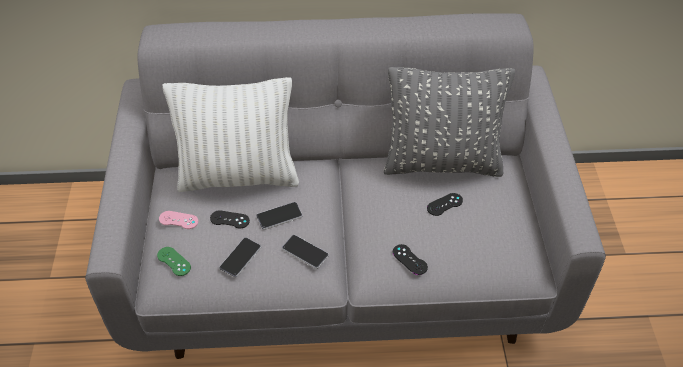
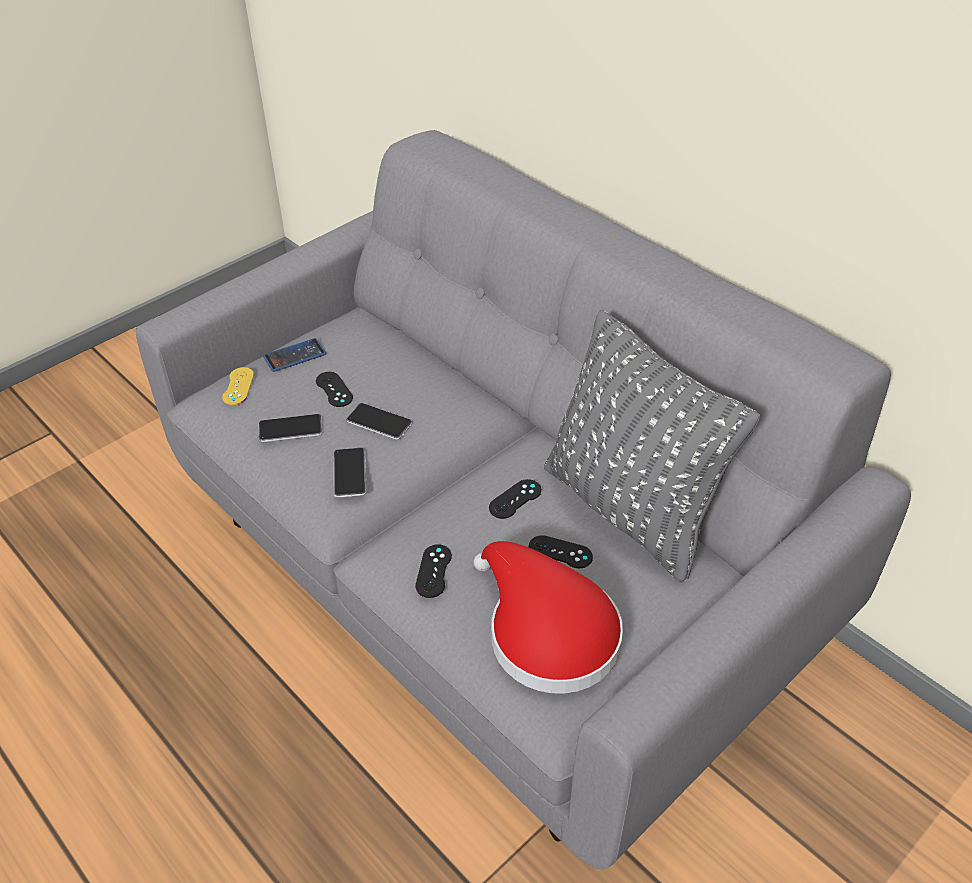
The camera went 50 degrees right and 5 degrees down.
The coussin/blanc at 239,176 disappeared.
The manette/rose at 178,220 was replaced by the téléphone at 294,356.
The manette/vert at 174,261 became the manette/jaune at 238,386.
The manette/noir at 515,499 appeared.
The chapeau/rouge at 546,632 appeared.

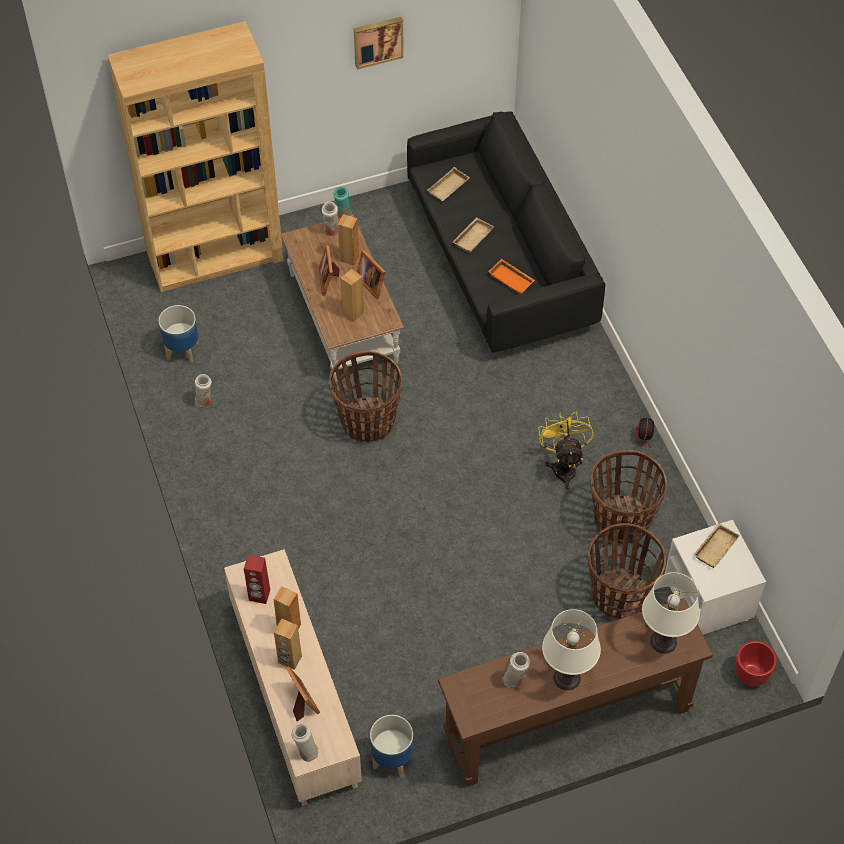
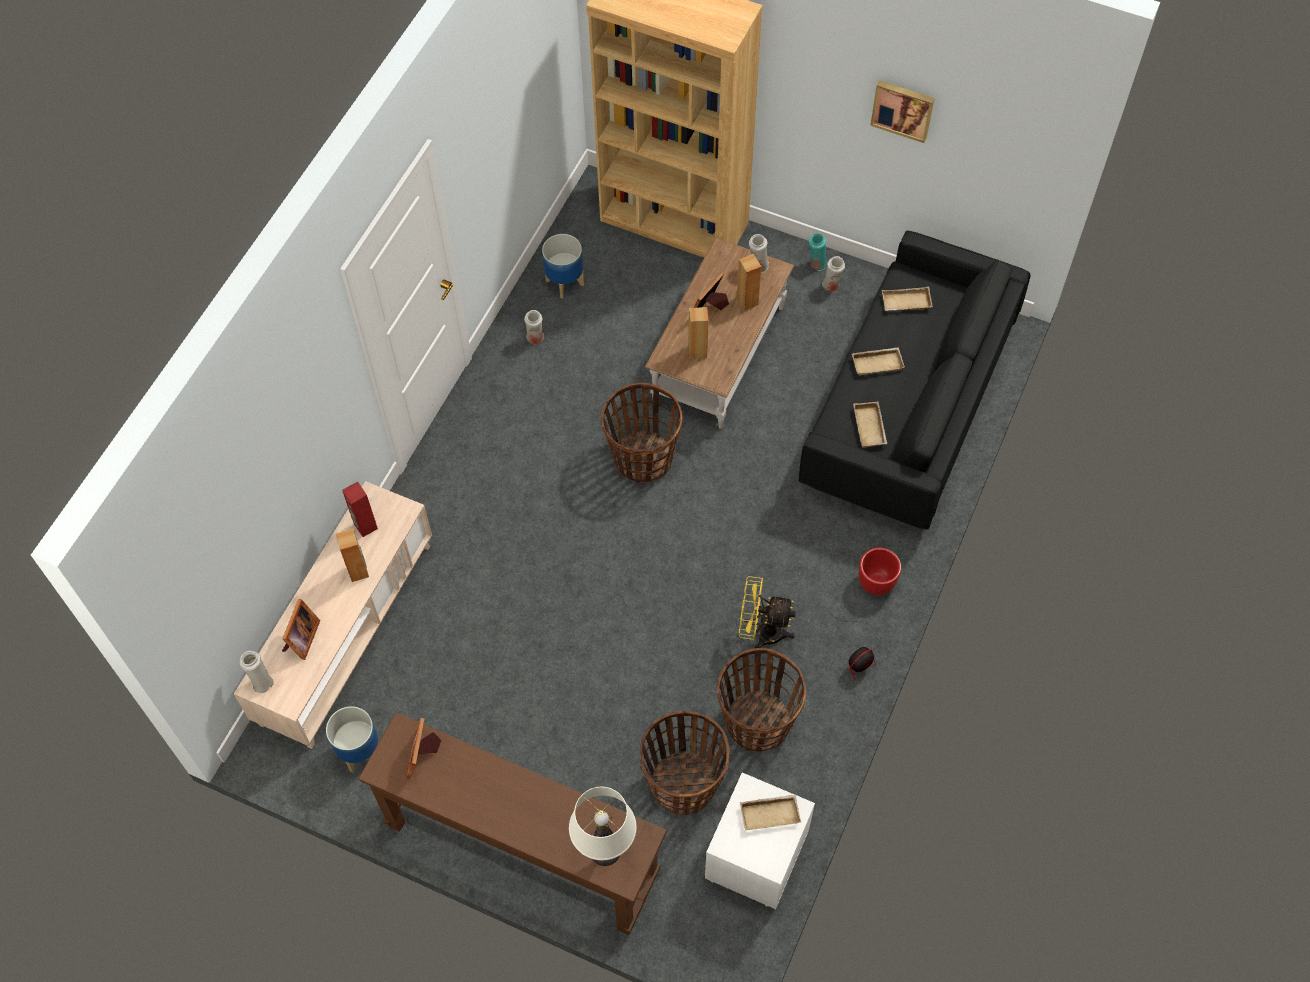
The camera went 45 degrees right and 5 degrees up.
The cadre photo moved from 372,283 to 422,755.
The plateau/orange at 512,279 became the plateau/beige at 871,427.
The ventilateur/jaune at 564,466 turned 120 degrees counterclockwise.
The lampe de table/blanc at 567,678 disappeared.
The enceinte/marron at 290,659 disappeared.
The cache-pot/rouge moved from 751,674 to 877,582.
The vase/blanc moved from 515,680 to 832,286.

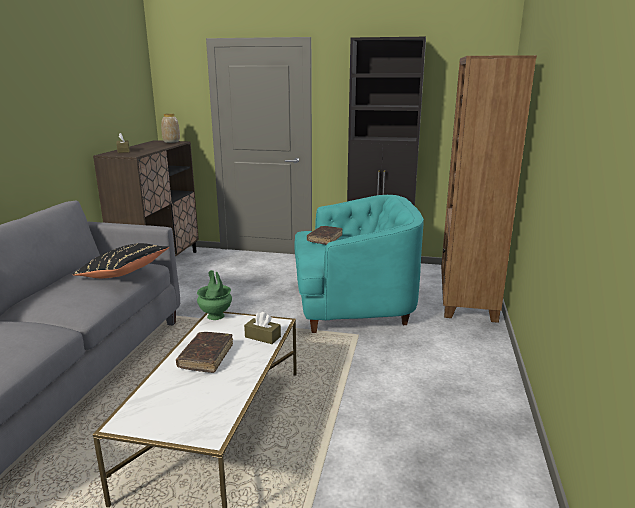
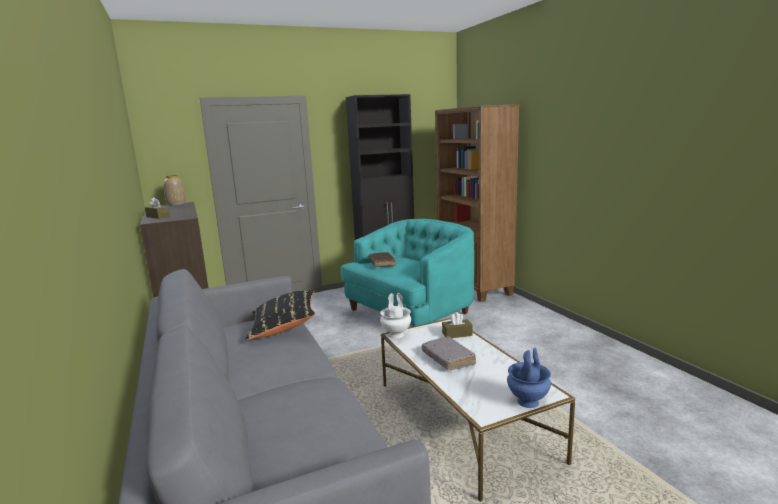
The camera went 35 degrees left and 5 degrees down.
The vase/vert at 216,316 became the vase/blanc at 396,335.
The livre/marron at 206,357 became the livre/gris at 448,358.
The vase/bleu at 527,402 appeared.

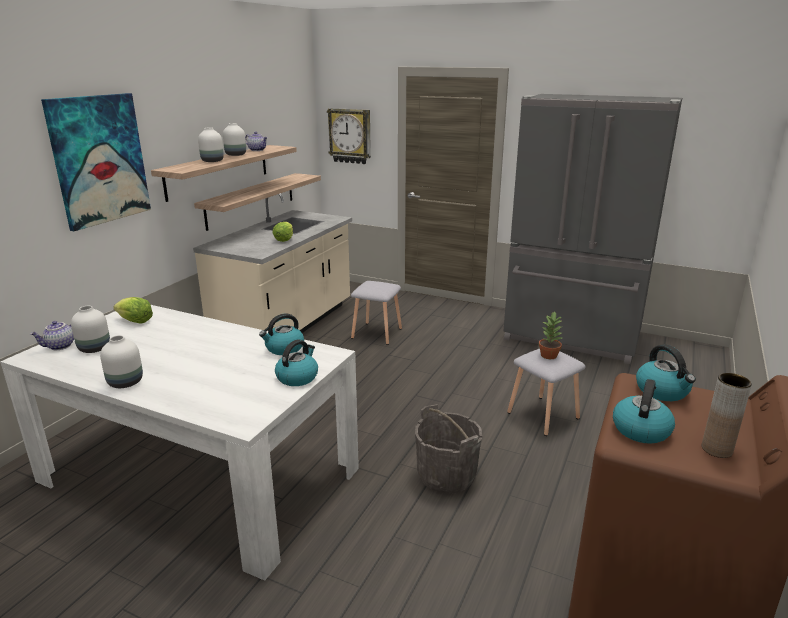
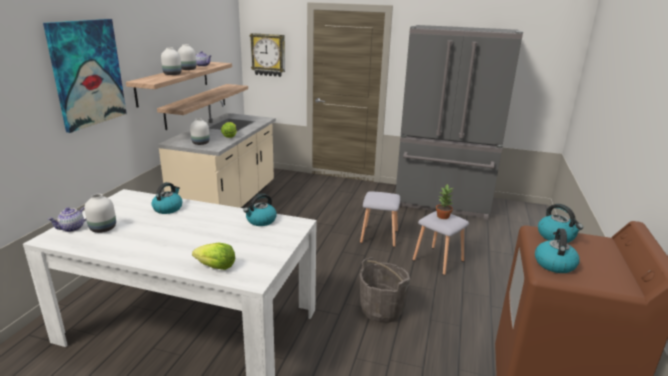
The camera went 10 degrees left and 0 degrees up.
The tabouret/gris moved from 376,333 to 378,236.
The laitue moved from 135,321 to 216,267.
The vase/blanc moved from 126,382 to 201,143.
The bouilloire moved from 297,377 to 168,208.
The vase/marron at 716,449 disappeared.

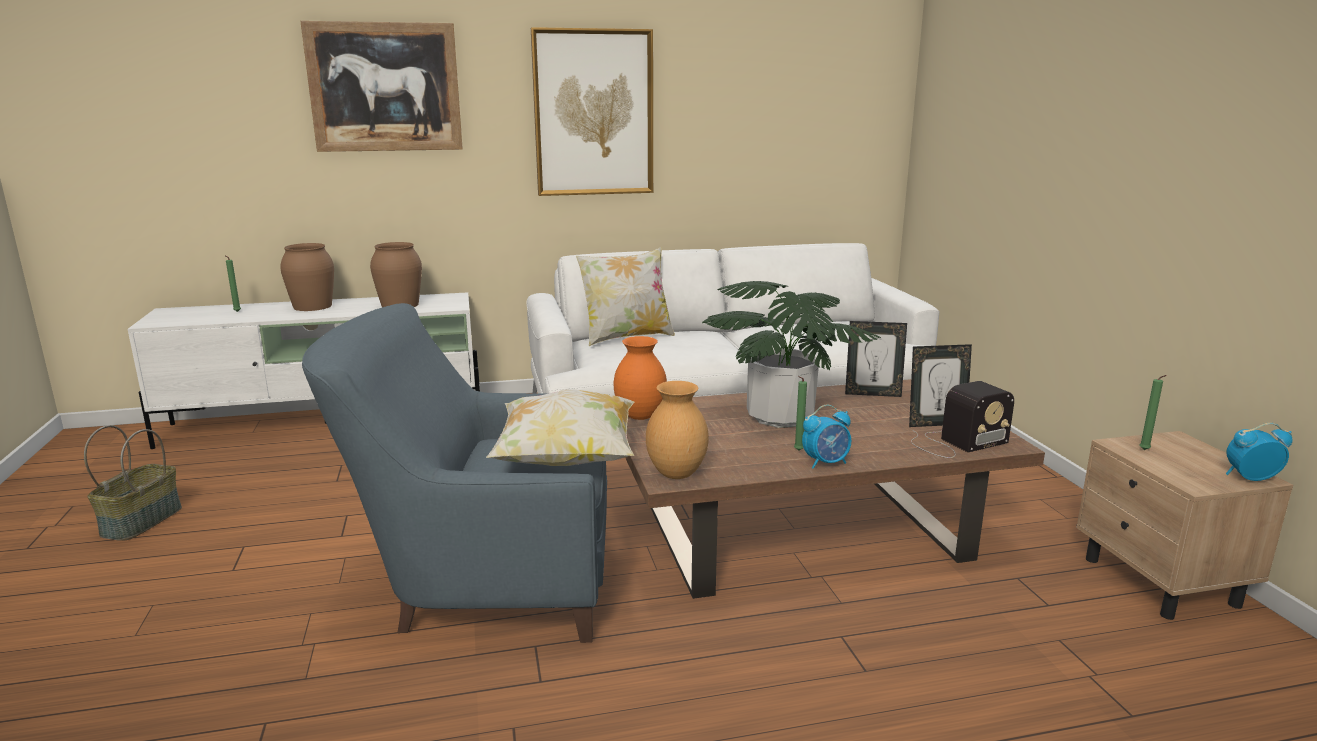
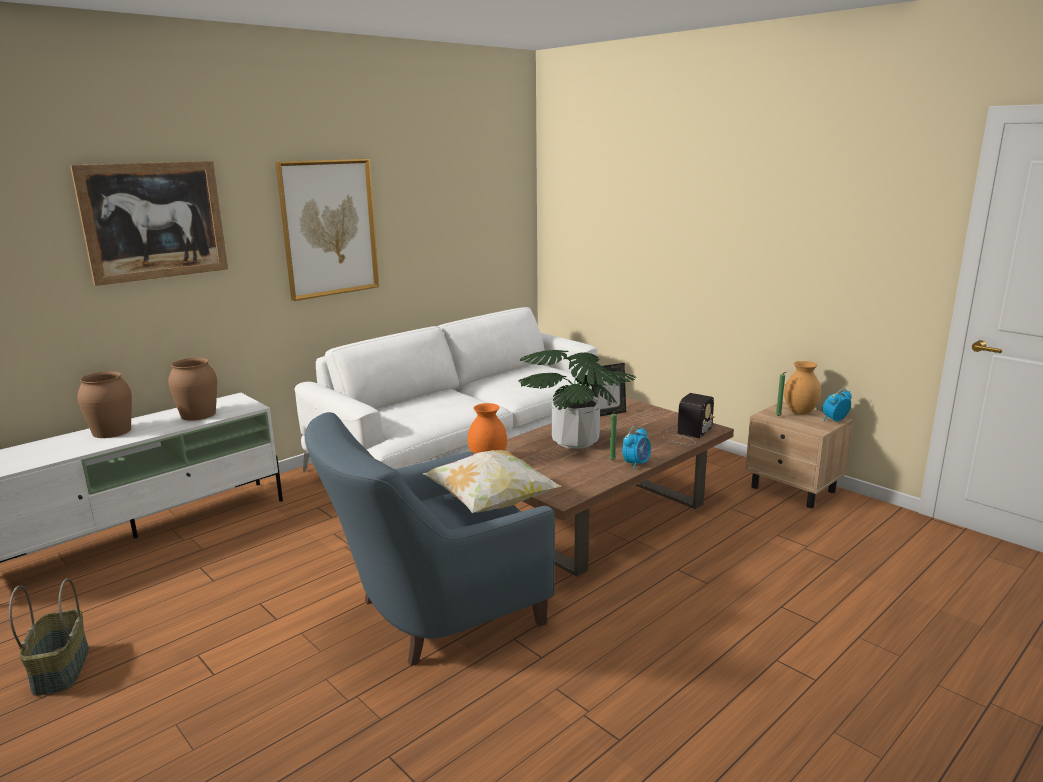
The camera went 30 degrees left and 0 degrees up.
The coussin at 626,337 disappeared.
The bougie/vert at 236,312 disappeared.
The cadre photo at 935,423 disappeared.
The vase/marron moved from 677,474 to 800,412.

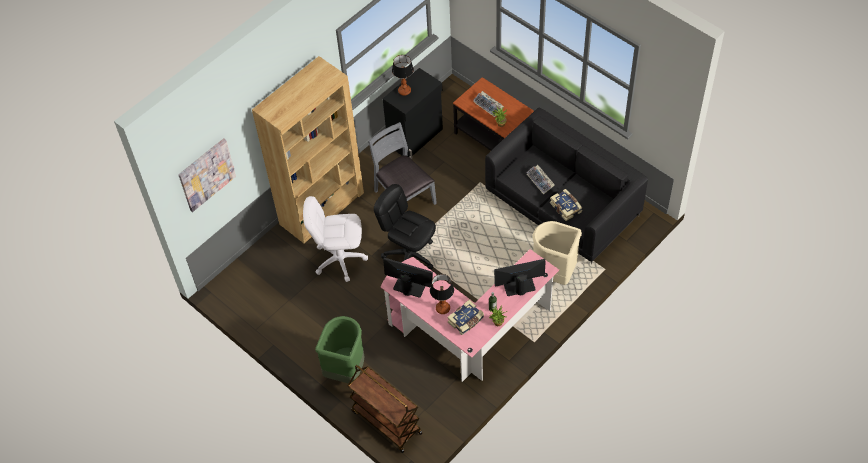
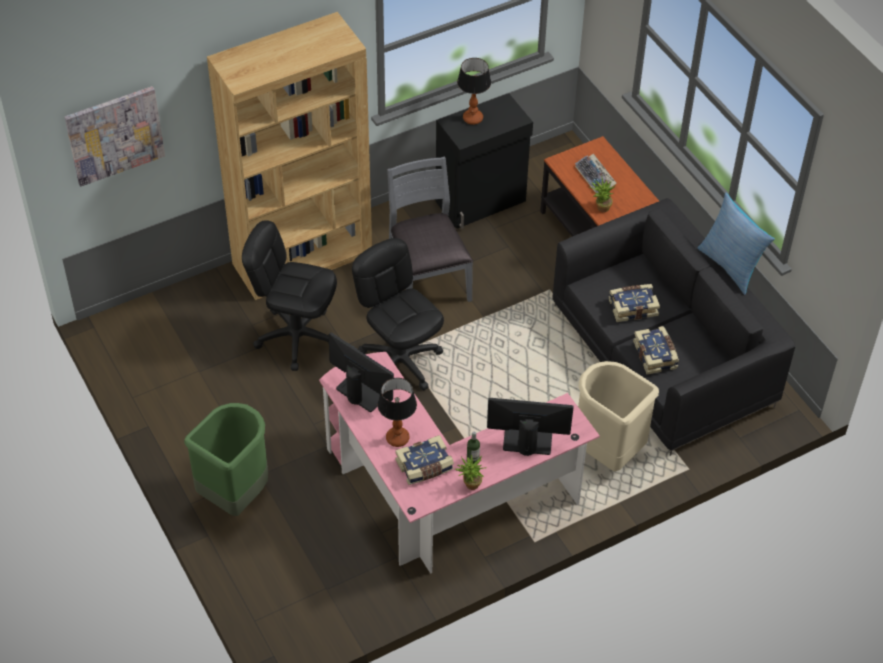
The camera went 15 degrees right and 5 degrees down.
The clavier at 540,181 was replaced by the livre at 632,307.
The chaise de bureau/blanc at 340,259 became the chaise de bureau/noir at 297,337.
The chariot/marron at 386,422 disappeared.
The coussin at 730,266 appeared.

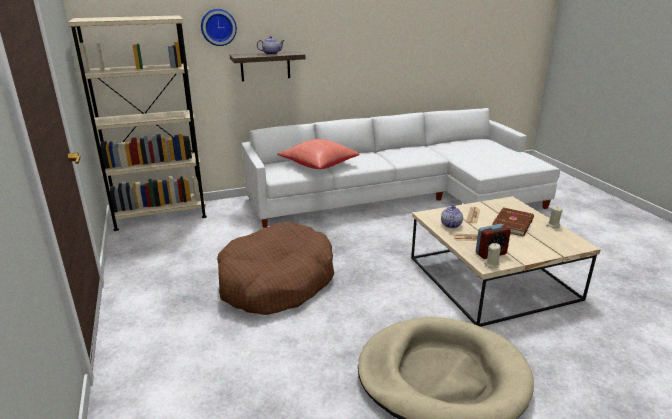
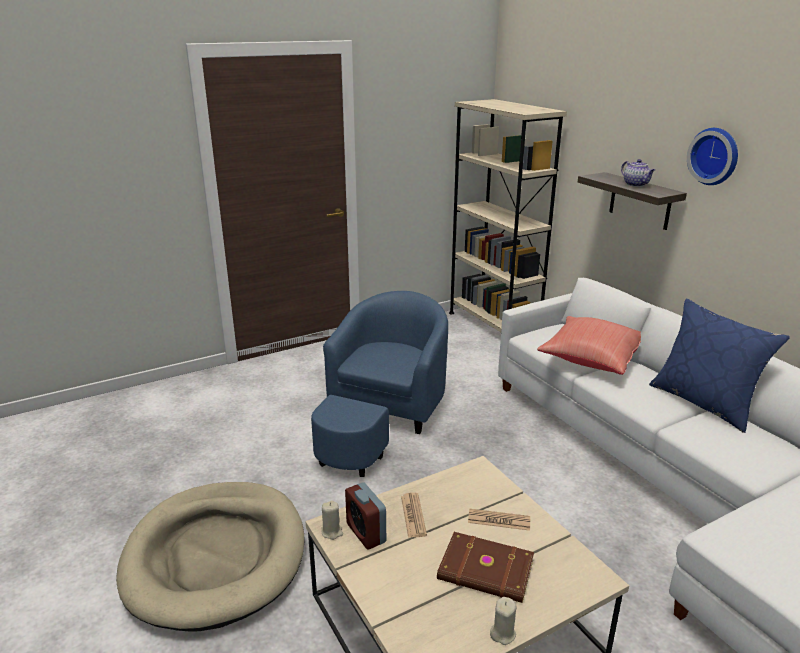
The camera went 80 degrees right and 0 degrees up.
The horloge murale moved from 218,27 to 715,156.
The théière at 450,225 disappeared.
The panier pour chien/marron at 276,282 was replaced by the fauteuil/bleu at 383,418.
The coussin/bleu at 704,402 appeared.

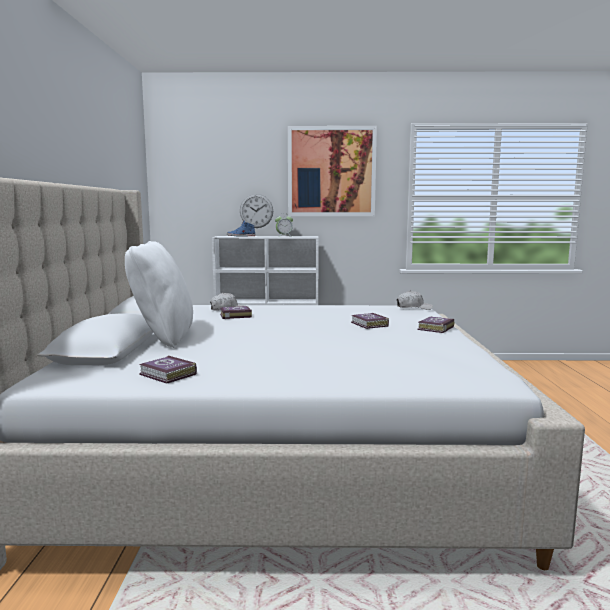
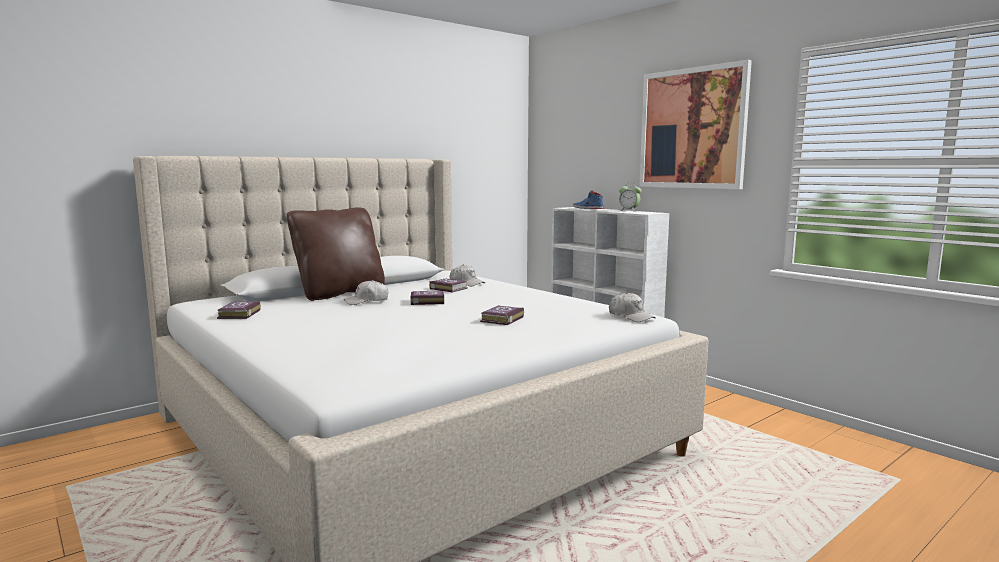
The camera went 50 degrees right and 0 degrees up.
The horloge murale at 256,211 disappeared.
The coussin/blanc at 163,337 became the coussin/marron at 340,293.
The livre moved from 434,328 to 426,301.
The casquette/blanc at 367,301 appeared.

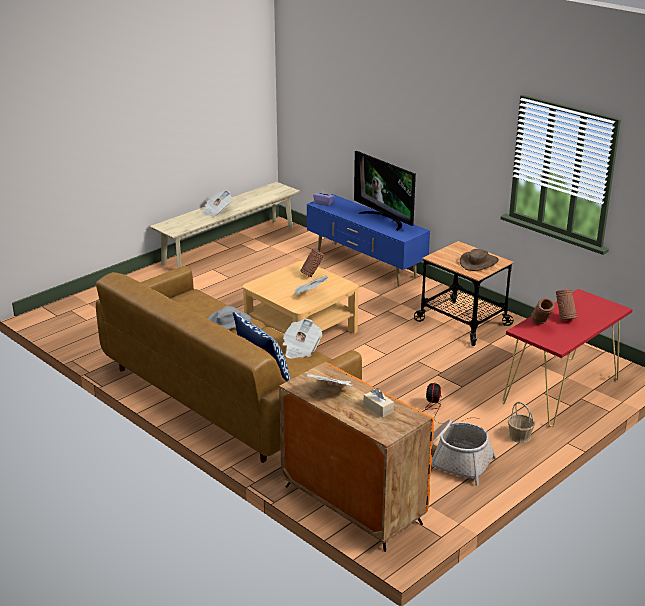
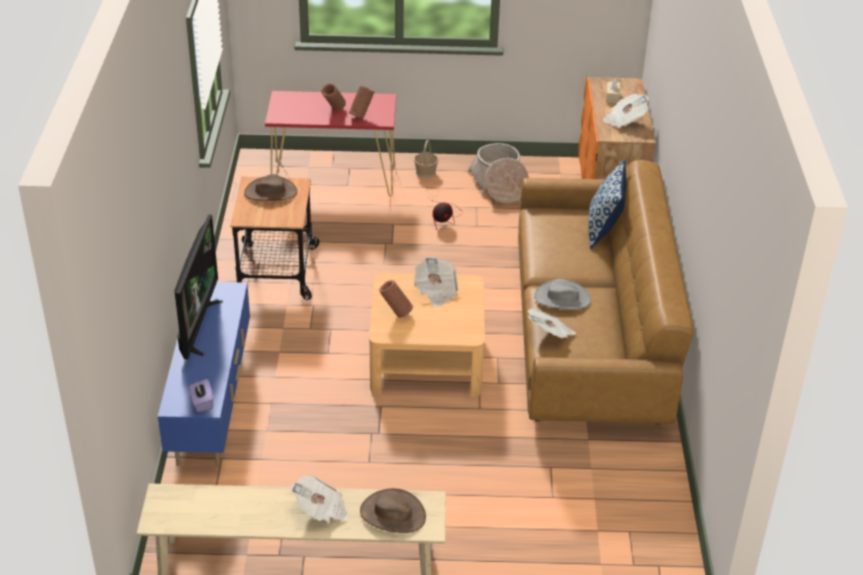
The camera went 135 degrees left and 10 degrees up.
The journal moved from 300,349 to 550,334.
The chapeau/marron at 392,514 appeared.

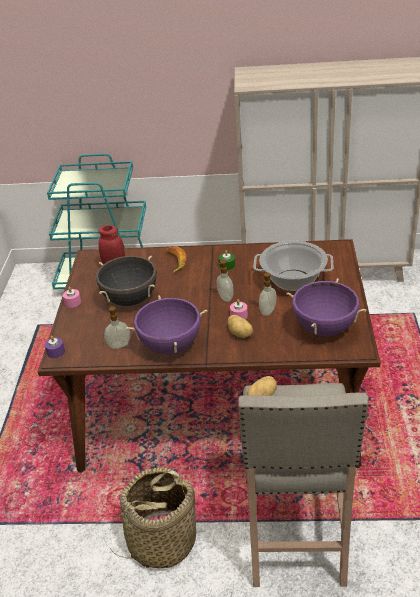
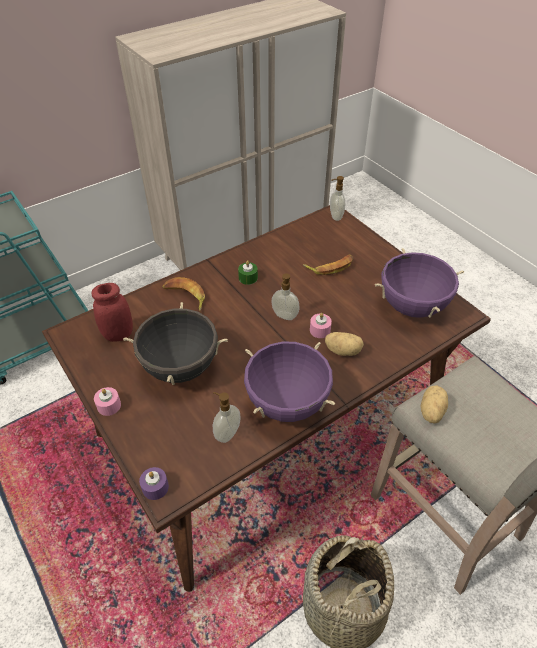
The camera went 40 degrees left and 10 degrees up.
The marmite at 293,280 was replaced by the banane at 330,267.
The distributeur de savon moved from 267,311 to 335,216.

